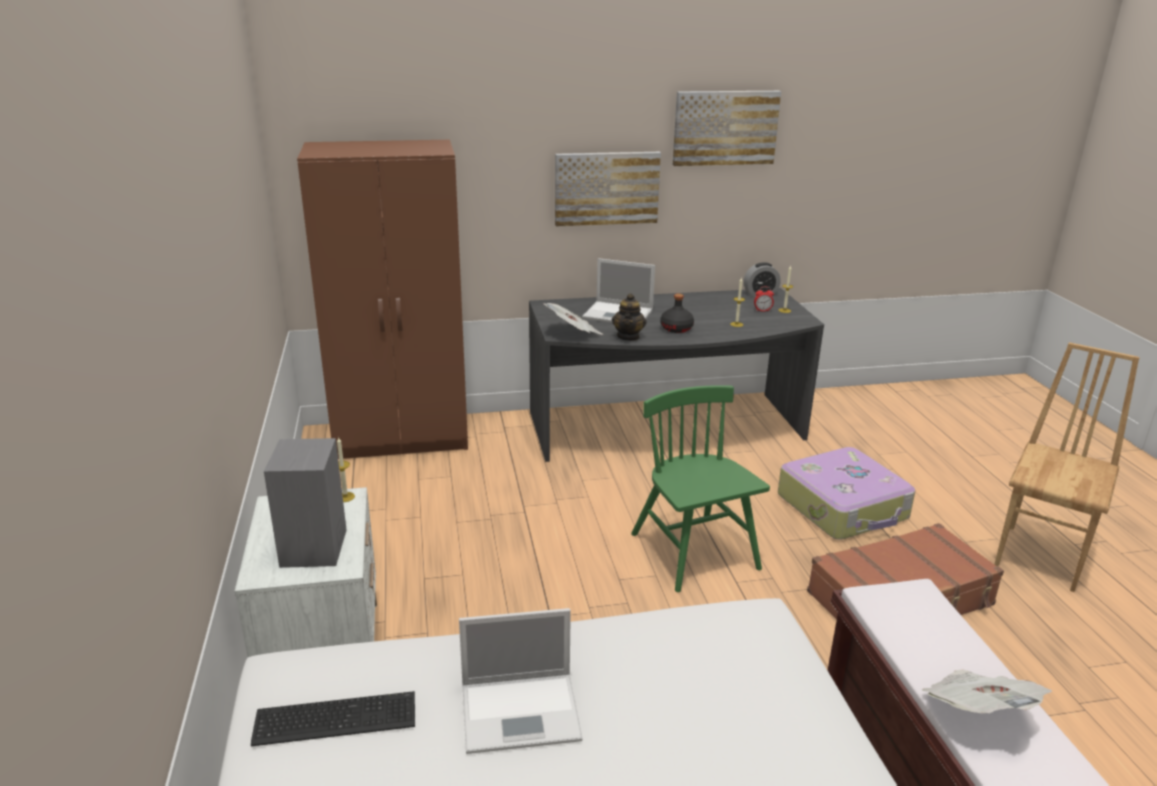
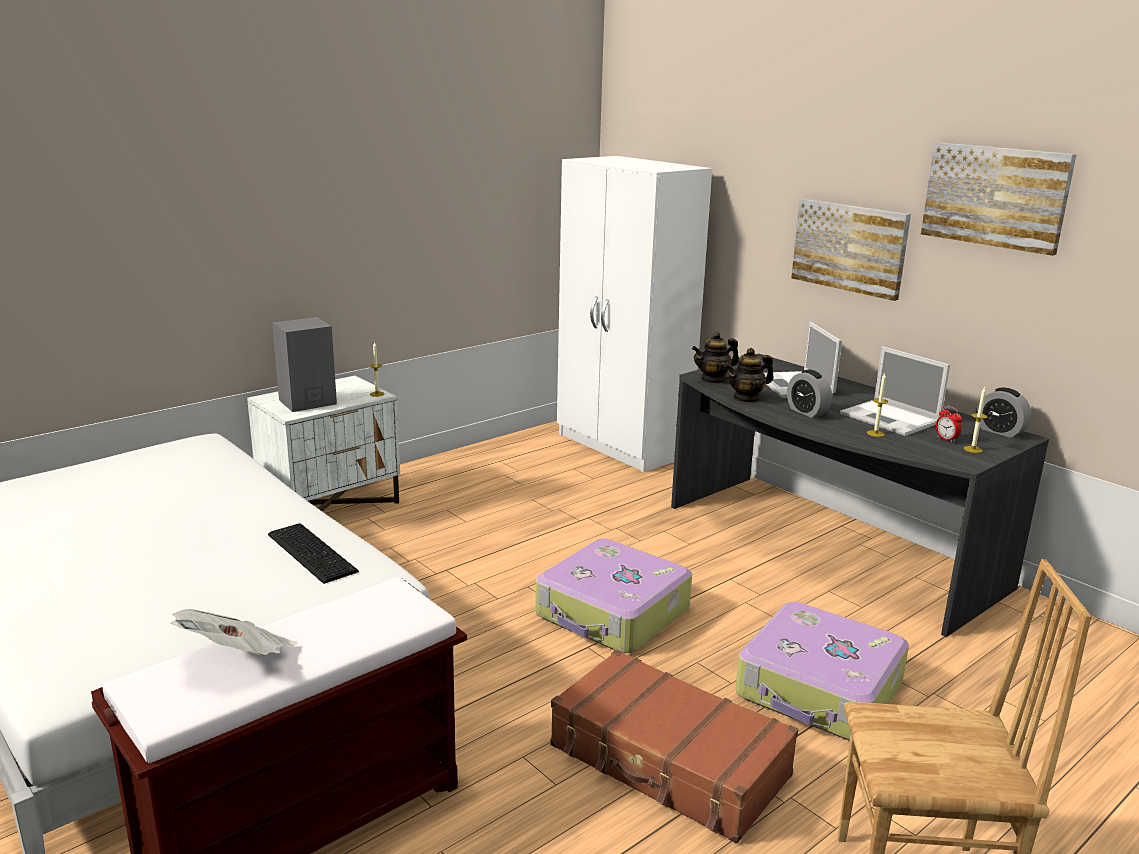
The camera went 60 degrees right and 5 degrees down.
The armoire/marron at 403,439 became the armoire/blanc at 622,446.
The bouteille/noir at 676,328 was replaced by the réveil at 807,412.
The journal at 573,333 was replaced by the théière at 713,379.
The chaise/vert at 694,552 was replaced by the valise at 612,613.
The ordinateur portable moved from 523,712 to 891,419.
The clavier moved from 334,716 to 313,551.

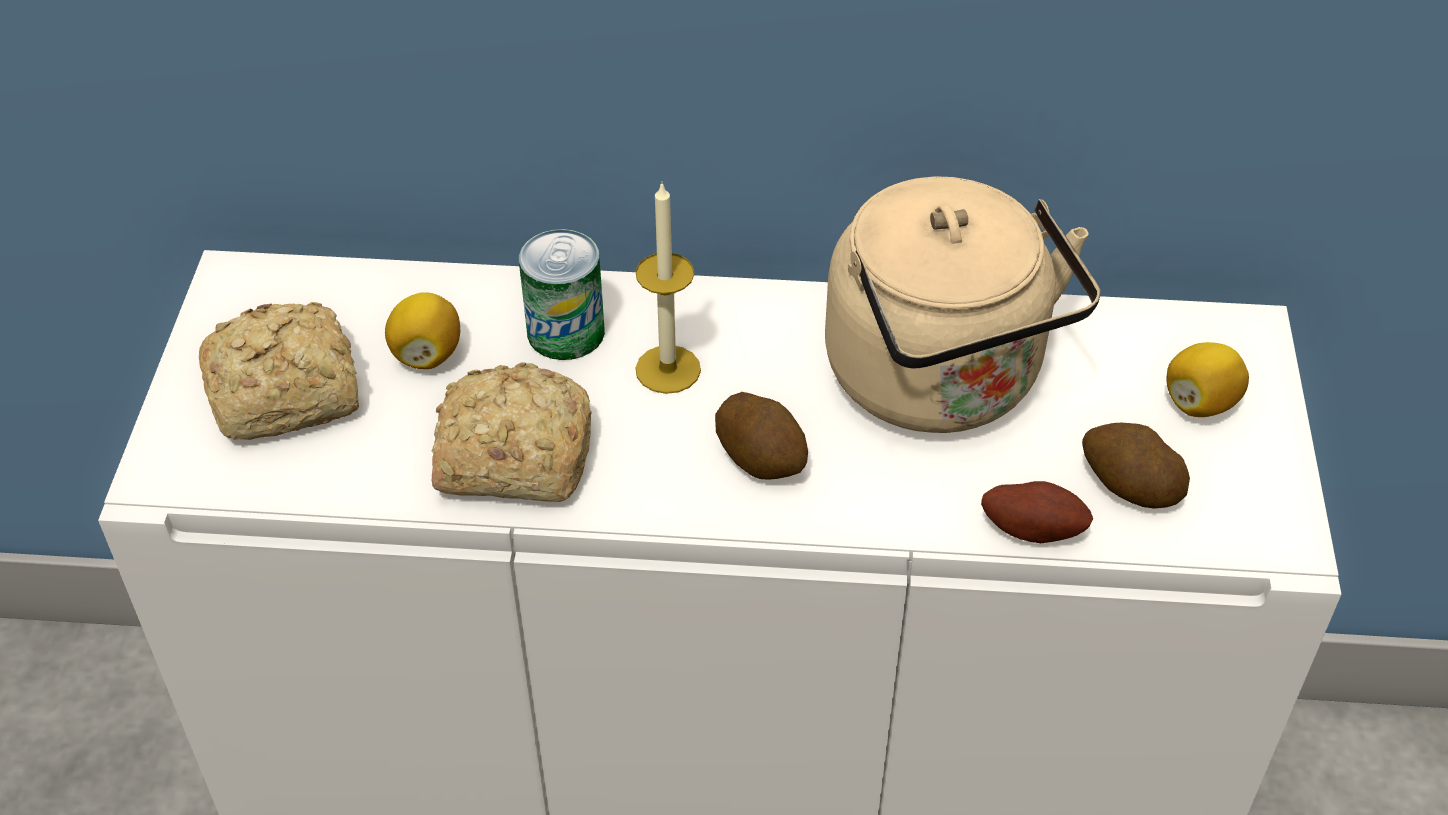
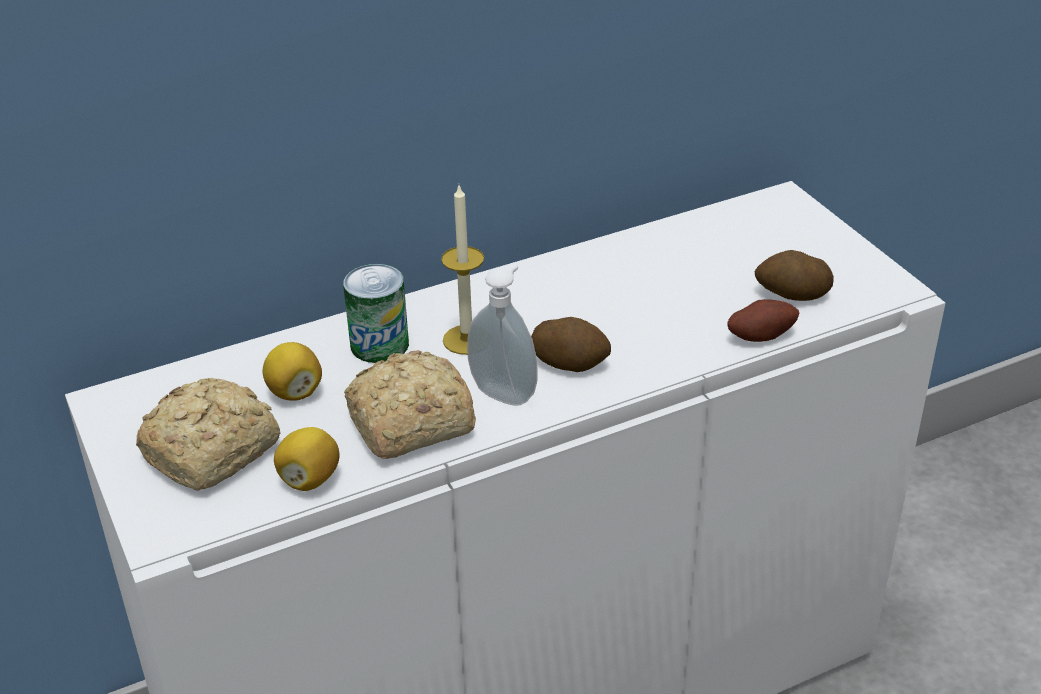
The camera went 30 degrees left and 10 degrees down.
The bouilloire/beige at 941,382 disappeared.
The citron moved from 1199,403 to 309,479.
The distributeur de savon at 505,392 appeared.

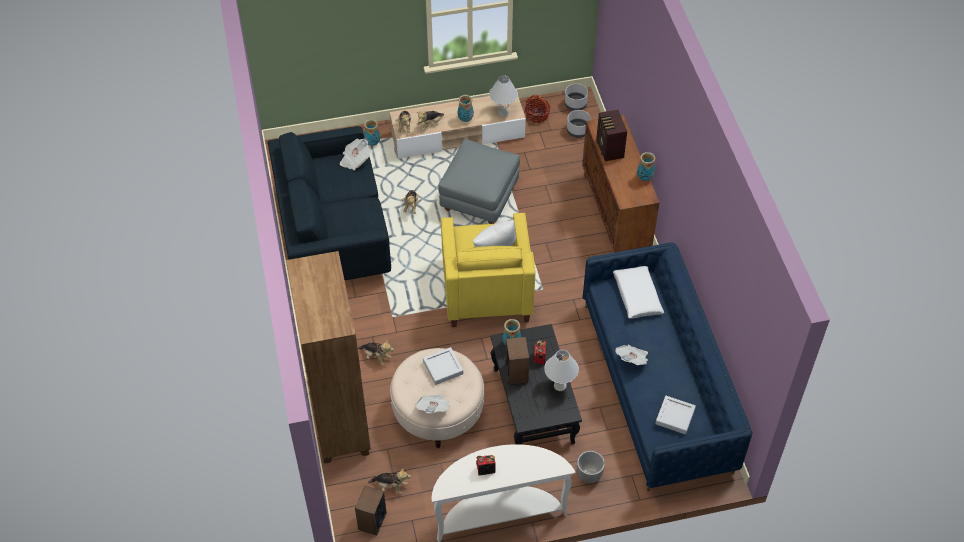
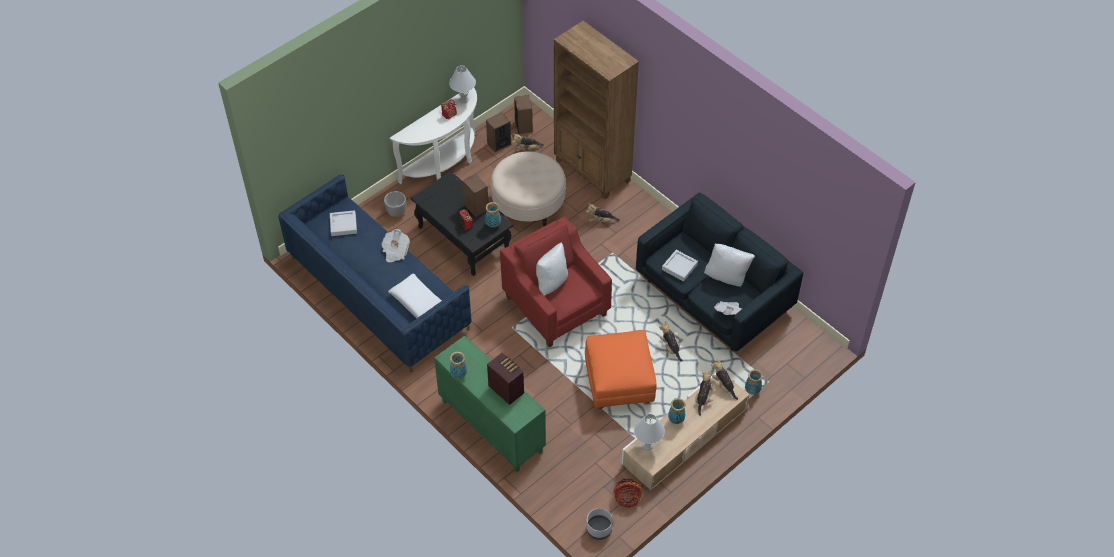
The camera went 150 degrees right and 0 degrees up.
The cache-pot/gris at 578,131 disappeared.
The meuble de rangement/marron at 616,213 became the meuble de rangement/vert at 490,426.
The pouf/gris at 479,197 became the pouf/orange at 619,383.
The fauteuil/jaune at 486,290 became the fauteuil/rouge at 556,306.
The plateau/gris moved from 443,368 to 679,267.
The lampe de table/blanc moved from 560,386 to 463,99.
The journal at 433,408 disappeared.
The enceinte at 499,143 appeared.
The coussin/blanc at 727,277 appeared.

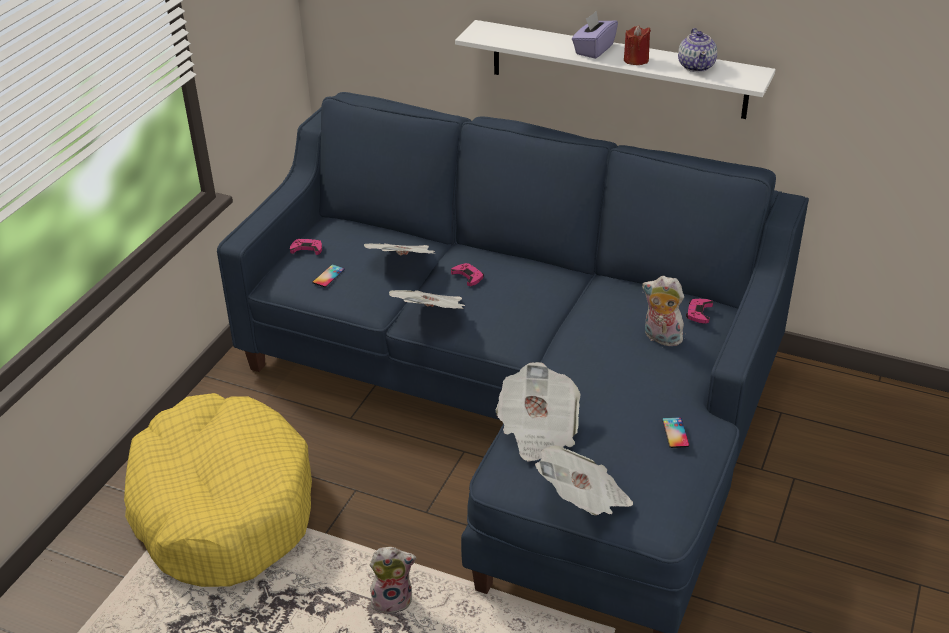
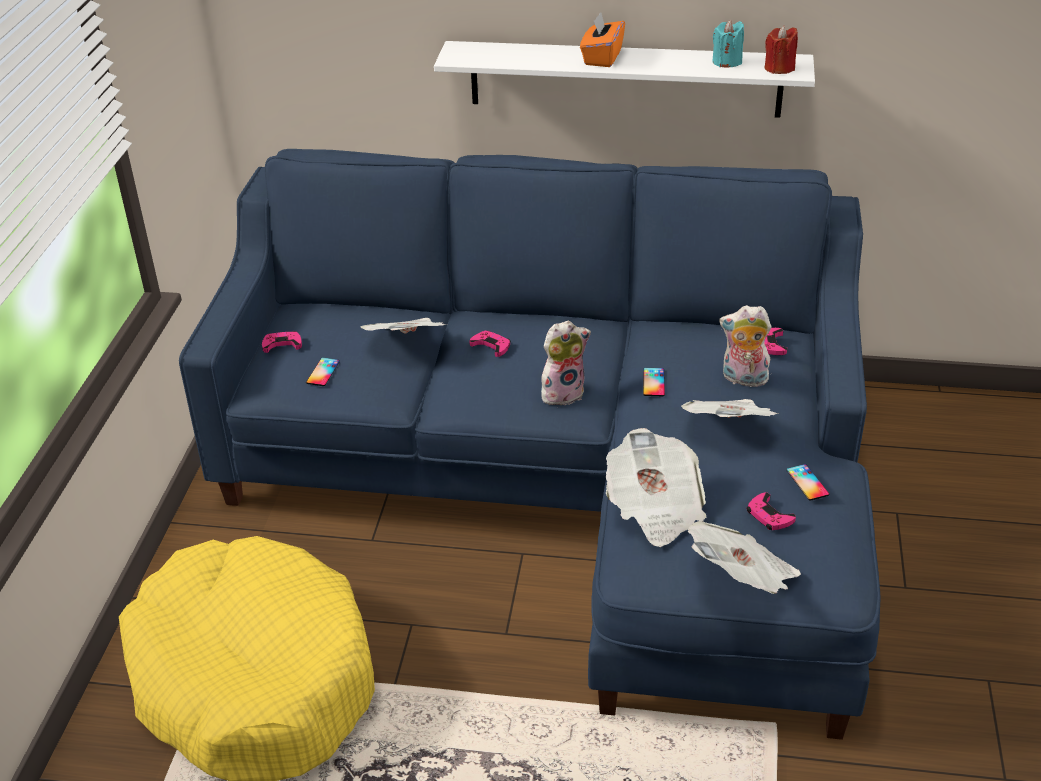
The camera went 15 degrees left and 0 degrees up.
The boîte à mouchoirs/violet at 593,49 became the boîte à mouchoirs/orange at 602,58.
The bougie/rouge moved from 636,60 to 779,68.
The théière at 696,66 was replaced by the bougie/turquoise at 727,62.
The journal moved from 431,315 to 728,428.
The peluche moved from 393,600 to 563,393.
The téléphone at 653,382 appeared.
The manette/rose at 769,516 appeared.

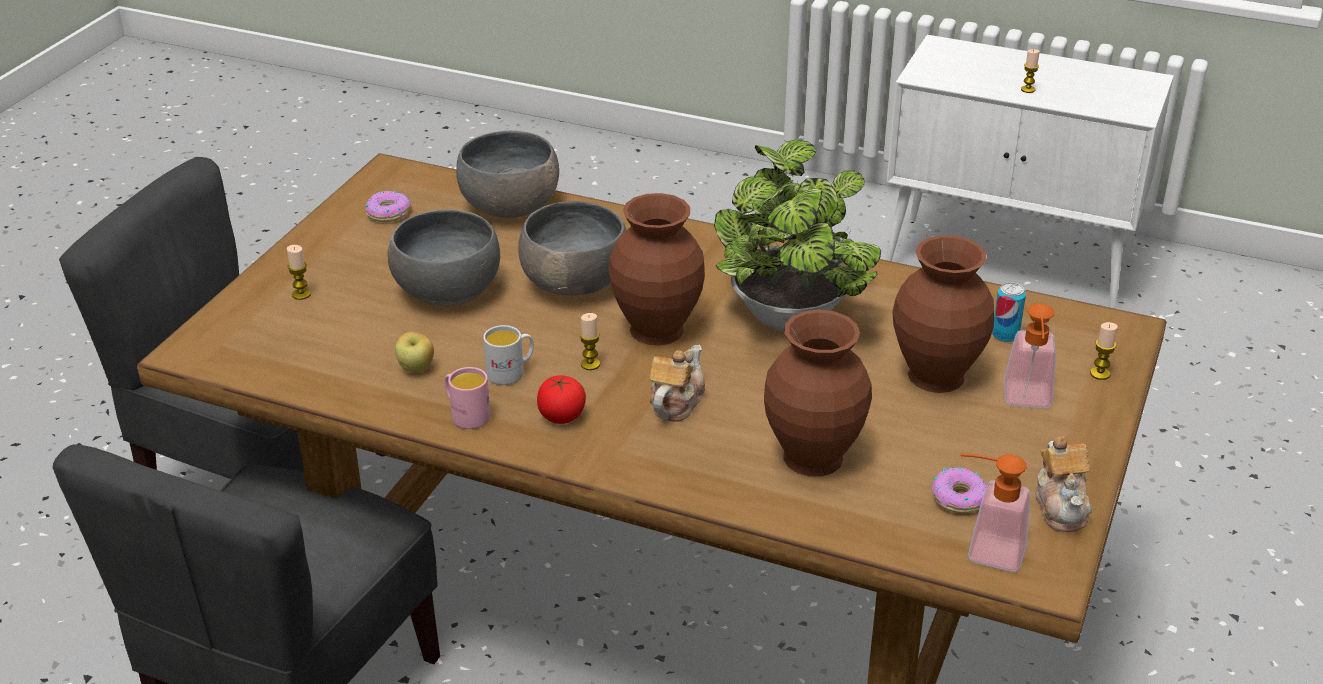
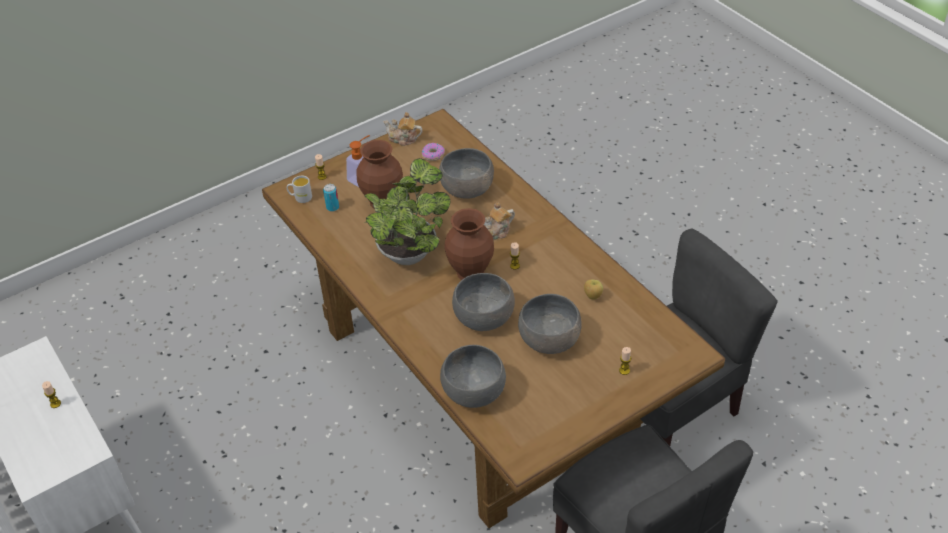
The camera went 145 degrees left and 10 degrees up.
The beignet at 388,213 disappeared.
The vase/marron at 810,456 was replaced by the bol/gris at 467,189.
The mug/blanc moved from 511,372 to 300,197.
The mug/rose at 466,415 disappeared.
The tomate at 561,416 disappeared.
The théière at 1061,506 turned 105 degrees counterclockwise.
The distributeur de savon at 985,550 disappeared.

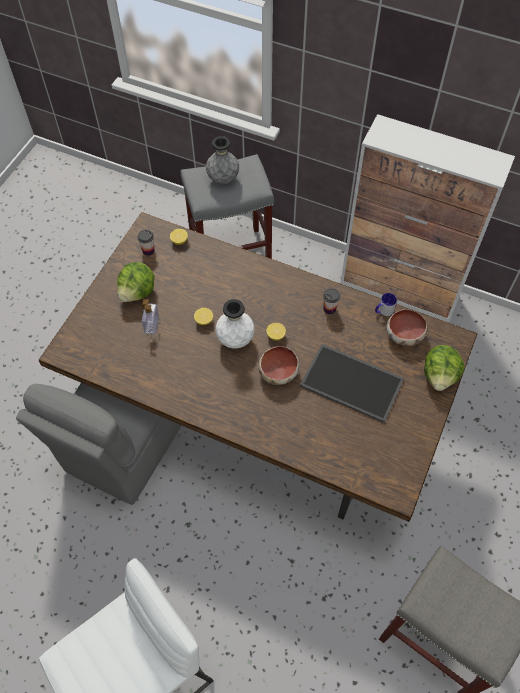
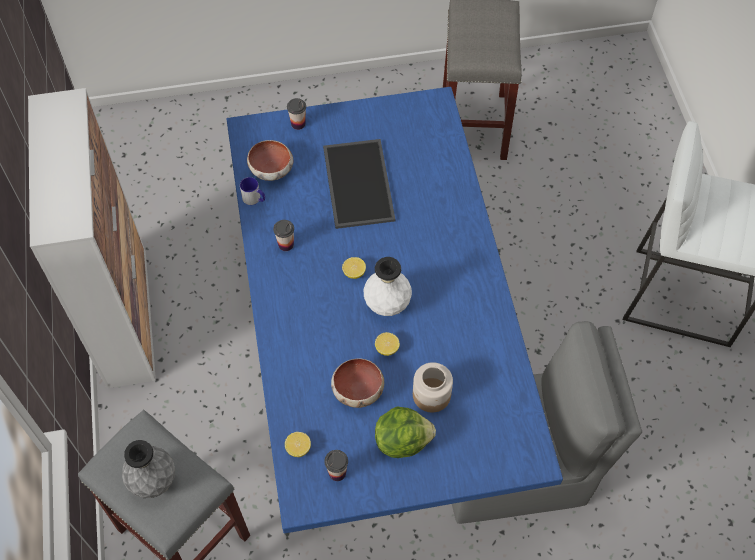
The camera went 125 degrees left and 0 degrees up.
The table à manger/marron at 261,413 became the table à manger/bleu at 377,361.
The distributeur de savon at 151,324 was replaced by the bocal at 431,395.
The laitue at 440,376 was replaced by the tasse at 298,124.
The bol moved from 278,371 to 357,390.

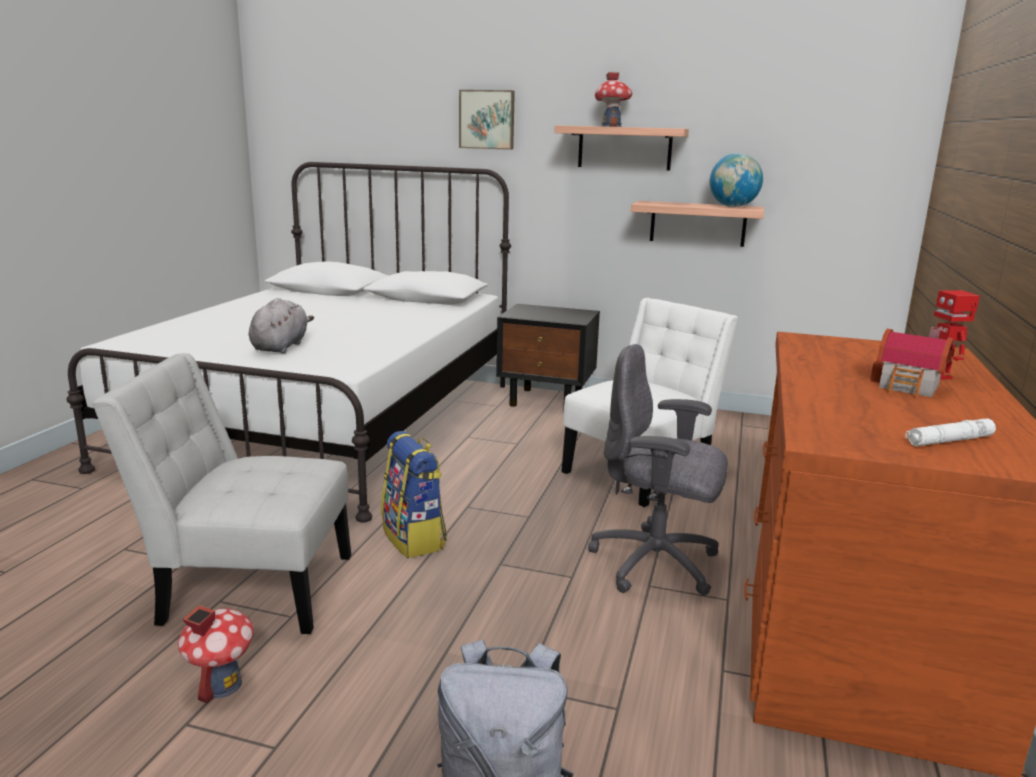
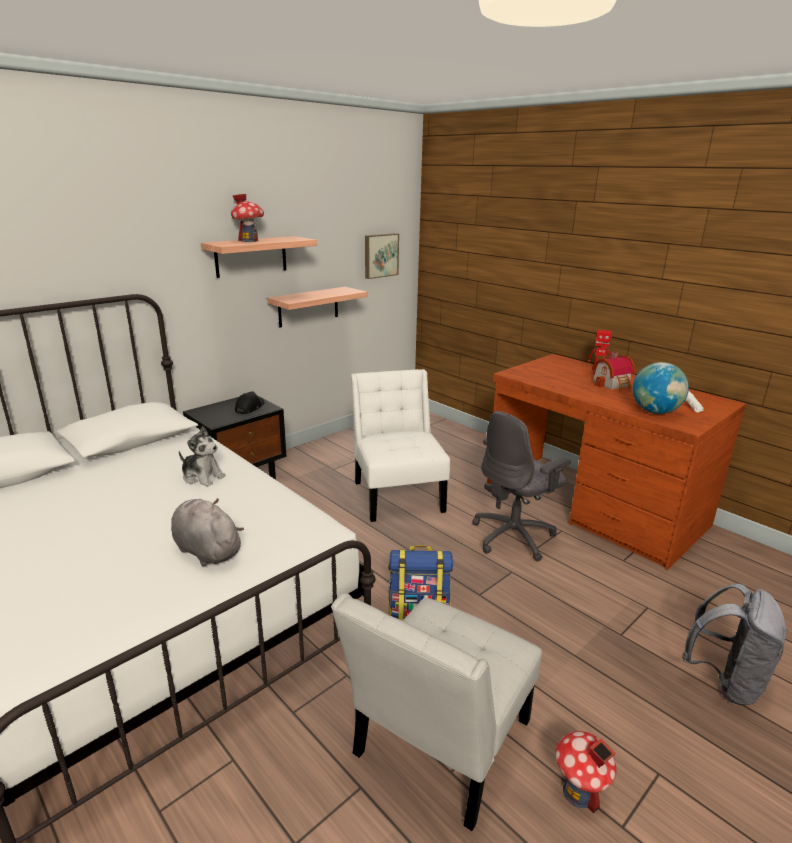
The camera went 60 degrees left and 5 degrees up.
The tableau moved from 487,119 to 380,255.
The globe moved from 733,206 to 655,412.
The casquette/noir at 249,407 appeared.
The peluche at 202,476 appeared.

